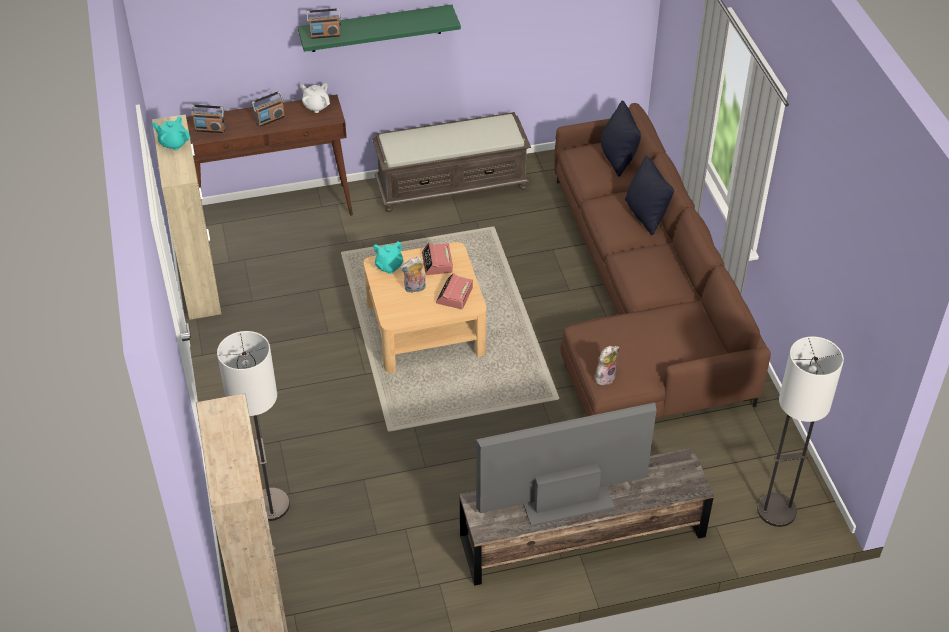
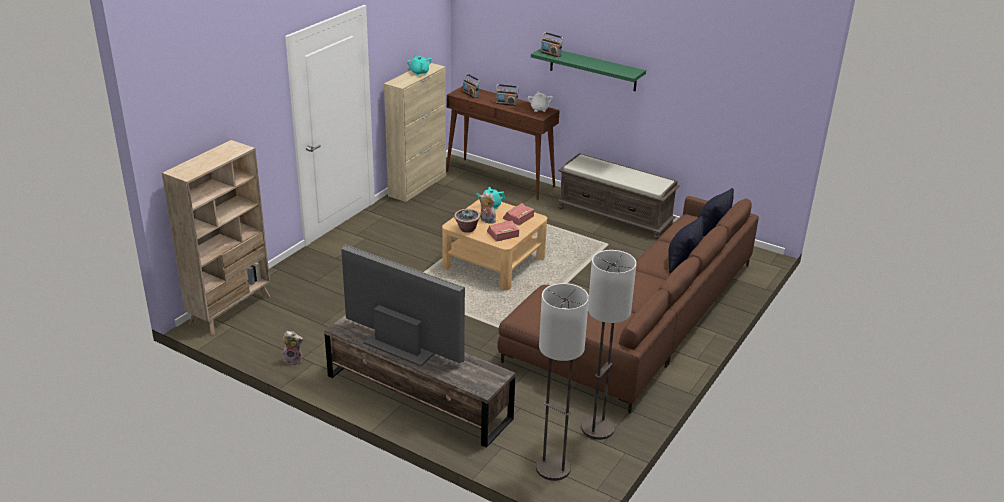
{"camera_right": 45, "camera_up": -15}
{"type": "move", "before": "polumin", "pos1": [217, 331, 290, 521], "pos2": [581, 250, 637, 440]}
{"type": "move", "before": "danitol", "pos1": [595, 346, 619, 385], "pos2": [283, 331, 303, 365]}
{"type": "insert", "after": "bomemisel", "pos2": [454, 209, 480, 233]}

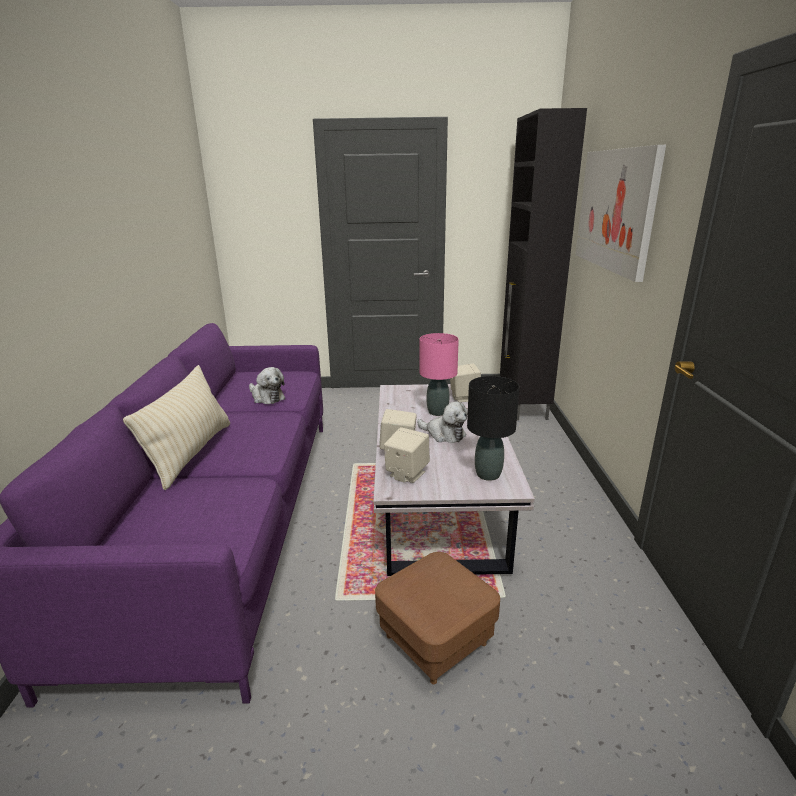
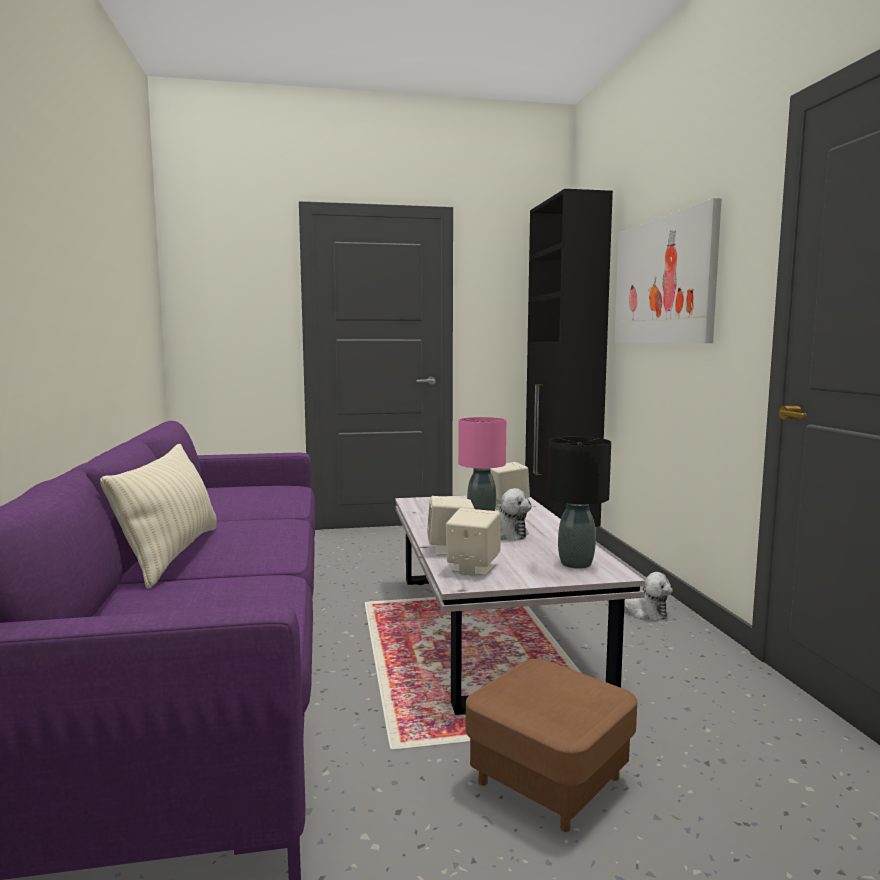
{"camera_right": -10, "camera_up": -15}
{"type": "move", "before": "danitol", "pos1": [249, 367, 285, 404], "pos2": [607, 572, 673, 620]}

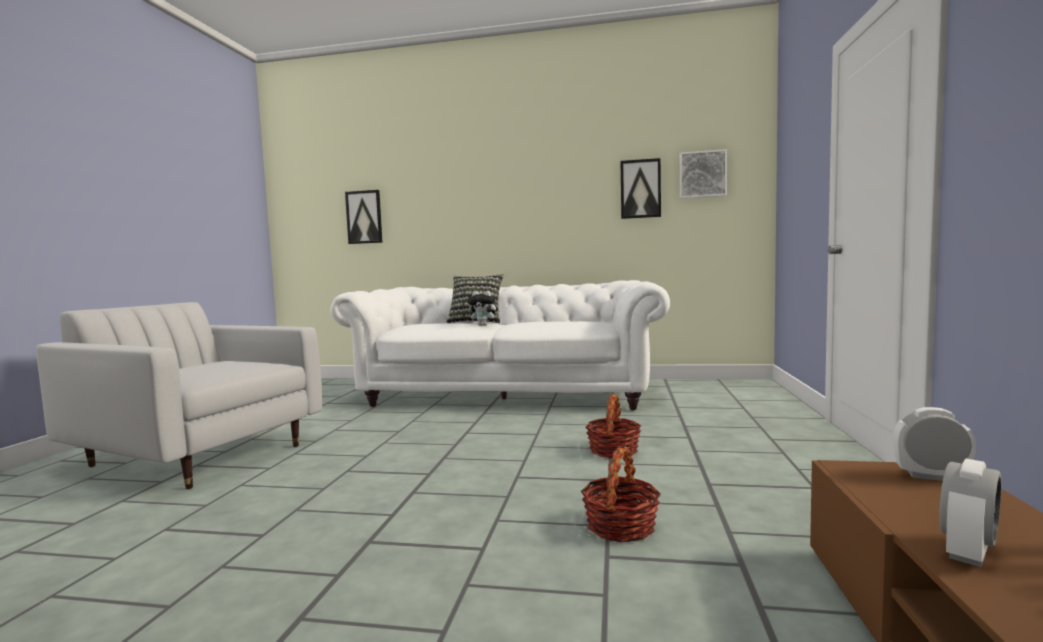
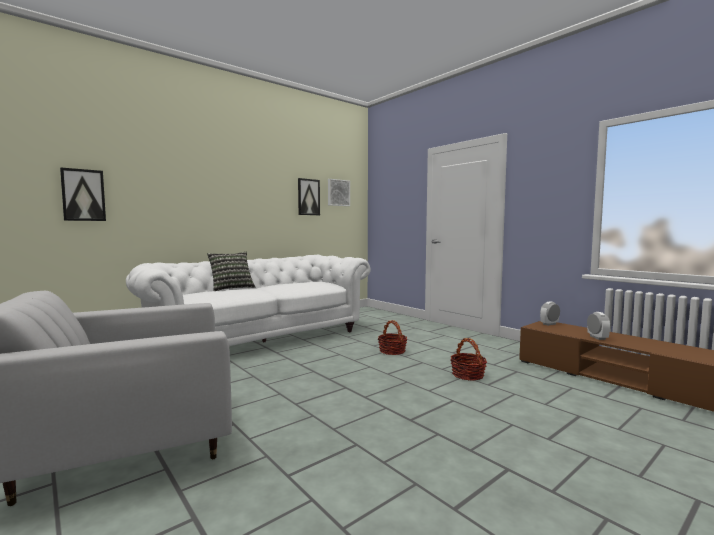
{"camera_right": -50, "camera_up": 0}
{"type": "delete", "before": "danitol", "pos1": [467, 291, 499, 326]}

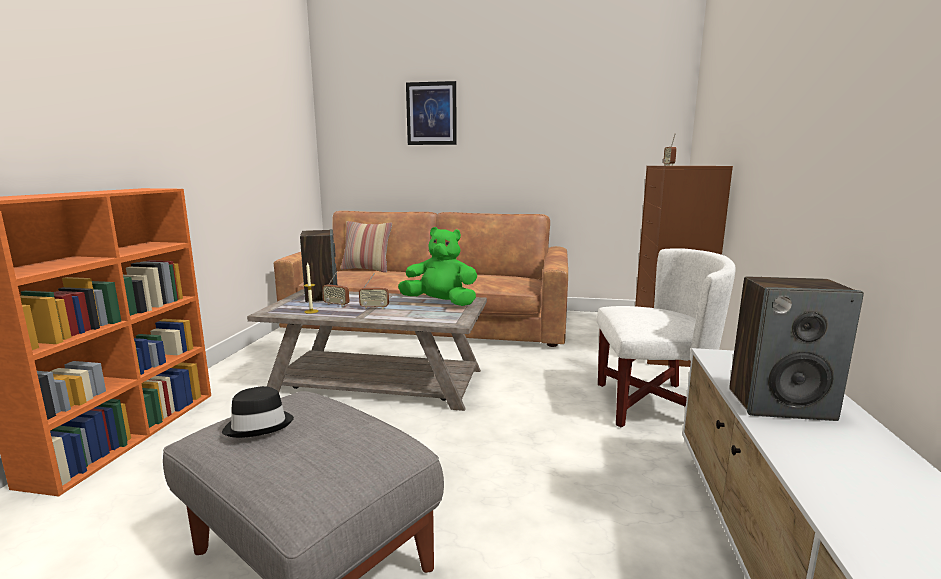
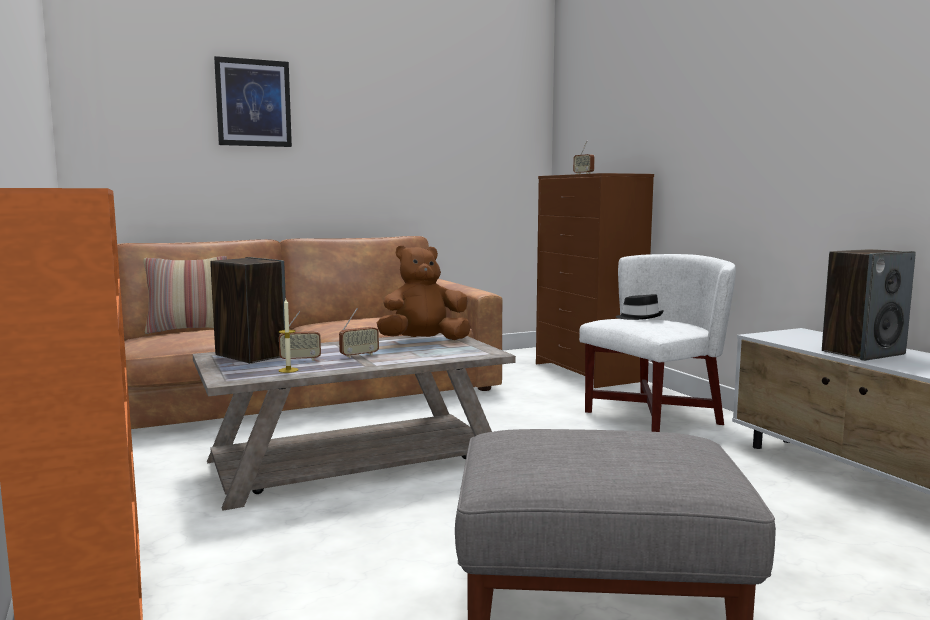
{"camera_right": -35, "camera_up": -5}
{"type": "move", "before": "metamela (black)", "pos1": [222, 386, 294, 438], "pos2": [616, 294, 664, 320]}
{"type": "recolor", "before": "danitol (green)", "after": "danitol (brown)", "pos1": [398, 227, 477, 306], "pos2": [377, 245, 471, 340]}

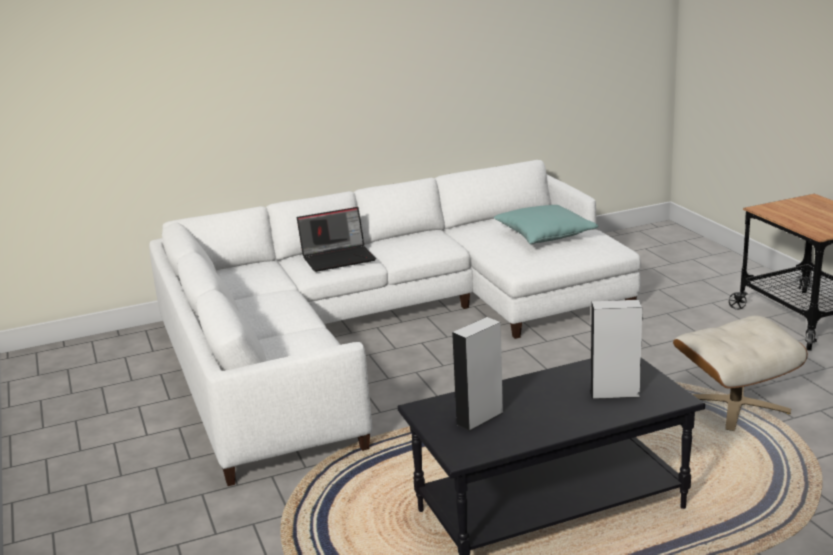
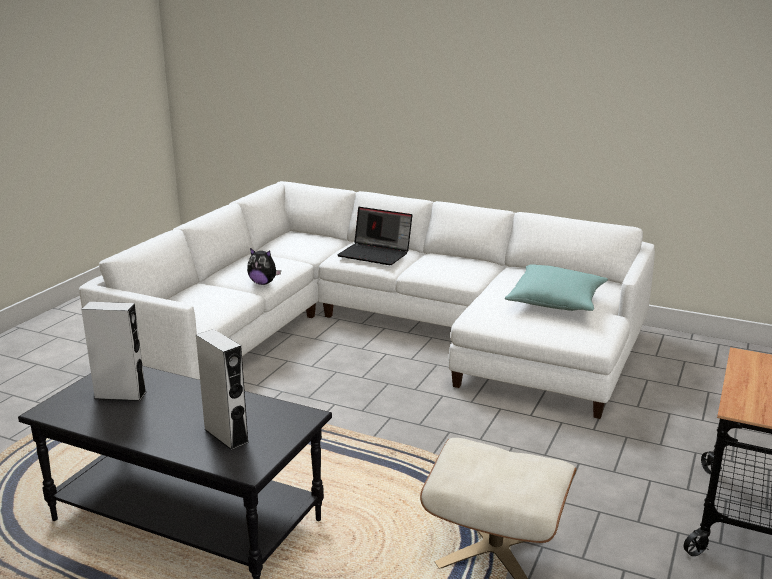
{"camera_right": 45, "camera_up": 0}
{"type": "insert", "after": "danitol", "pos2": [247, 248, 281, 285]}

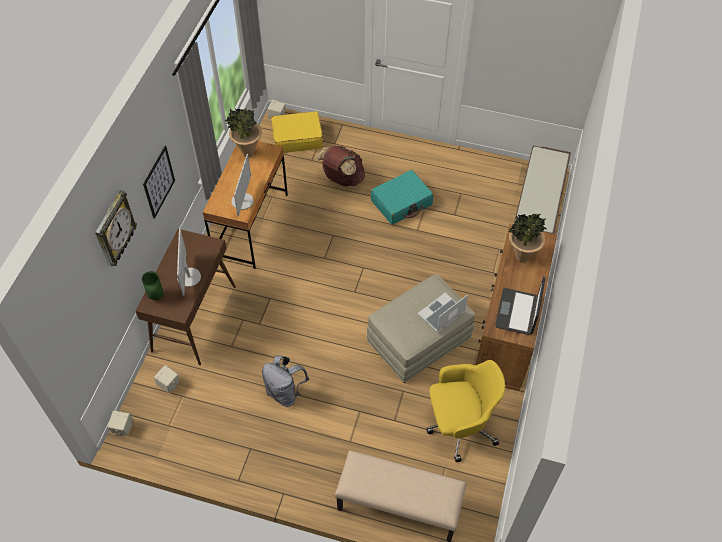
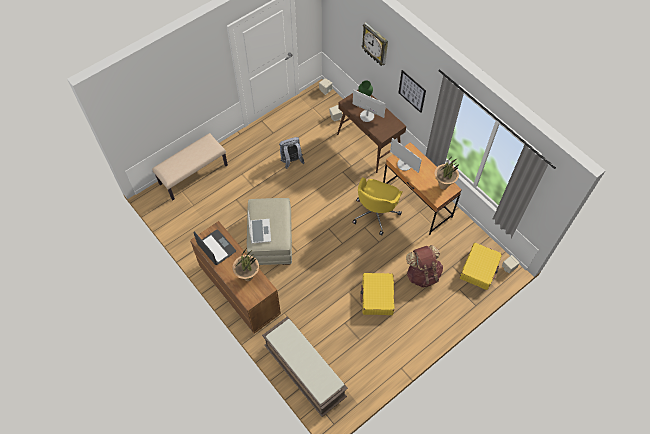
{"camera_right": 125, "camera_up": 5}
{"type": "recolor", "before": "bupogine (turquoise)", "after": "bupogine (yellow)", "pos1": [371, 170, 433, 225], "pos2": [360, 273, 394, 315]}
{"type": "move", "before": "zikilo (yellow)", "pos1": [427, 360, 505, 462], "pos2": [352, 177, 402, 235]}

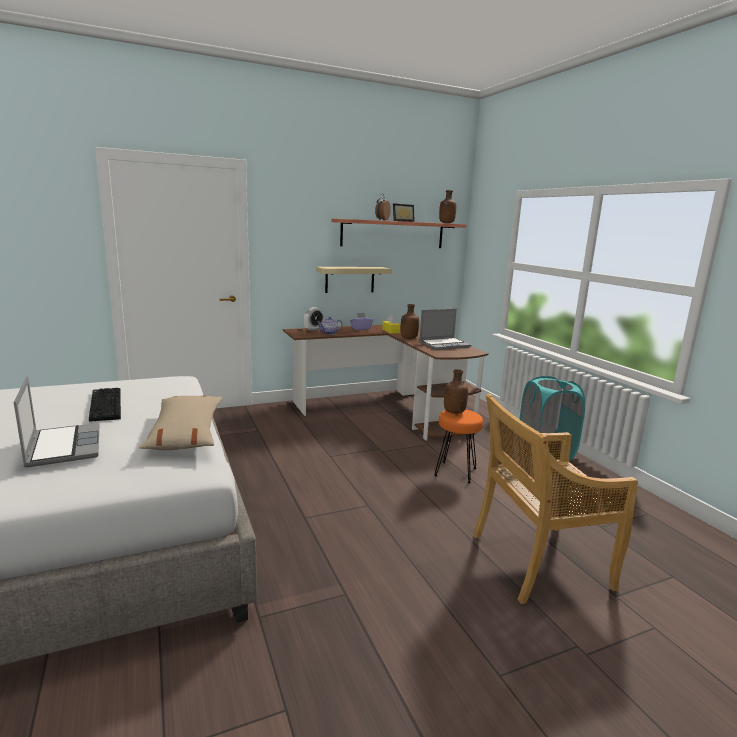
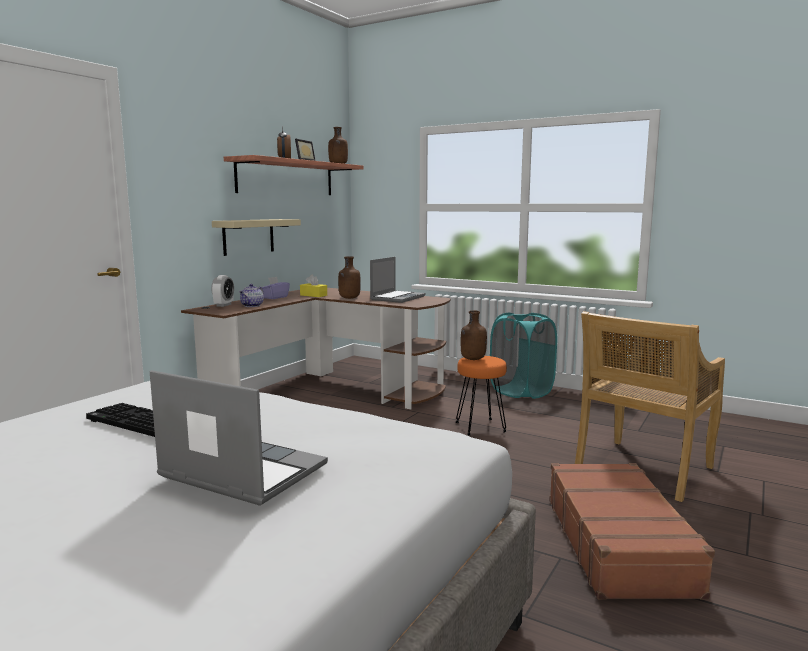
{"camera_right": -35, "camera_up": -5}
{"type": "delete", "before": "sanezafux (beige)", "pos1": [139, 396, 222, 450]}
{"type": "insert", "after": "bupogine (brown)", "pos2": [549, 463, 715, 600]}

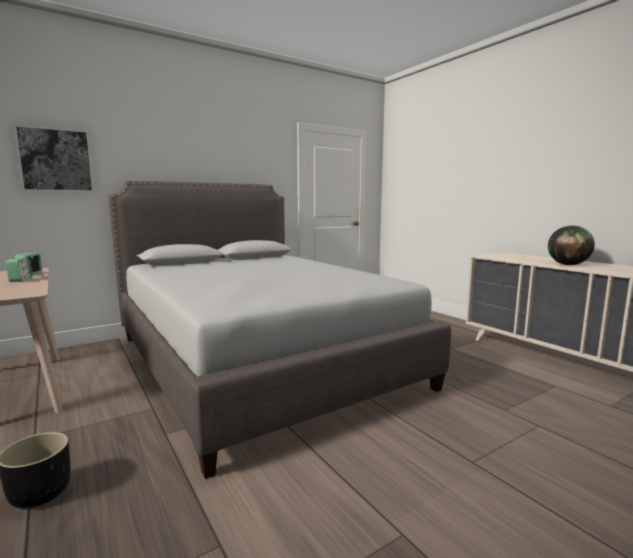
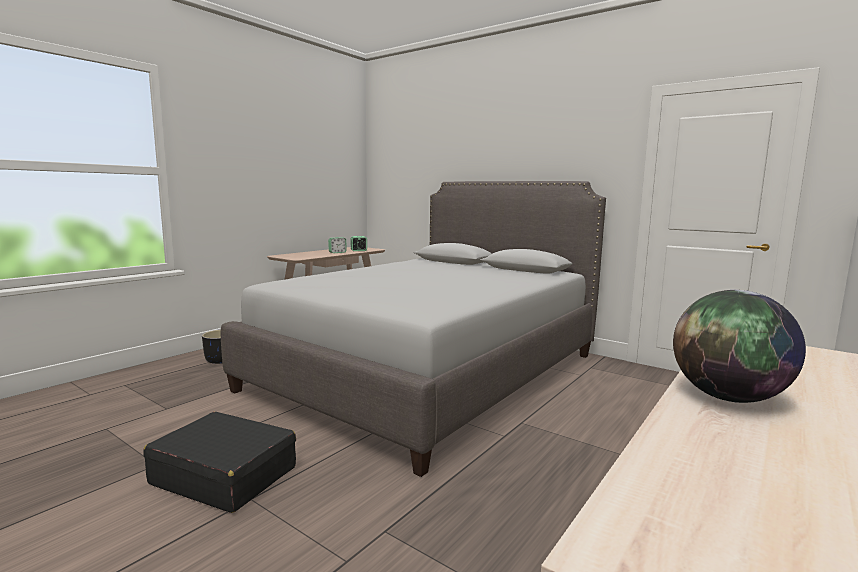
{"camera_right": 70, "camera_up": 0}
{"type": "delete", "before": "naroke", "pos1": [13, 124, 95, 192]}
{"type": "insert", "after": "bupogine (black)", "pos2": [144, 412, 296, 513]}

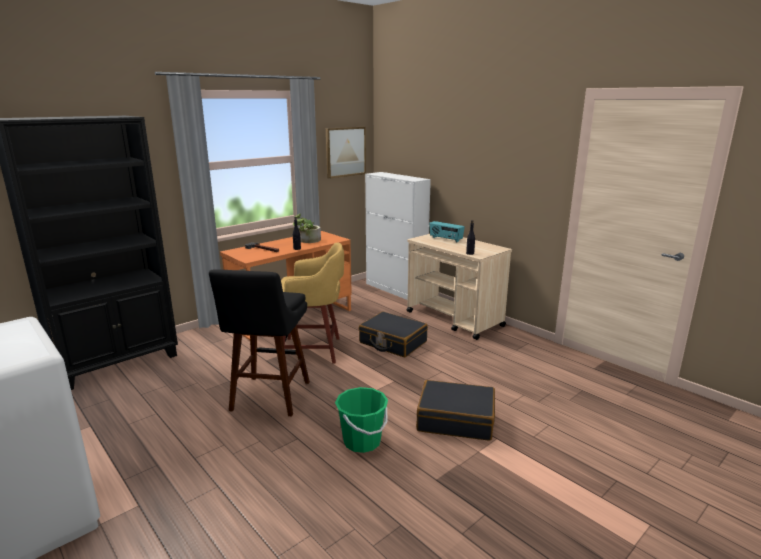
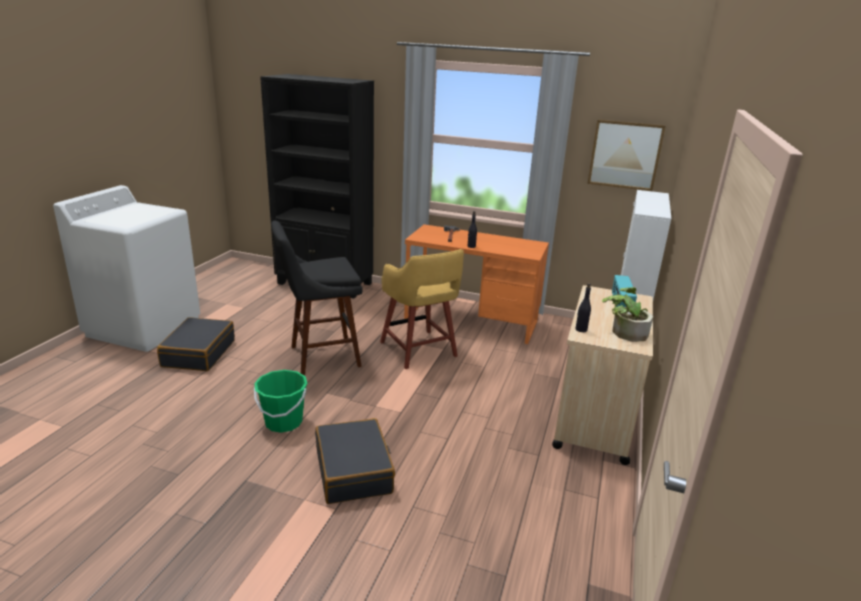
{"camera_right": 60, "camera_up": 5}
{"type": "move", "before": "bomemisel", "pos1": [292, 214, 321, 243], "pos2": [602, 287, 653, 342]}
{"type": "move", "before": "bupogine (black)", "pos1": [358, 311, 428, 357], "pos2": [157, 317, 235, 371]}

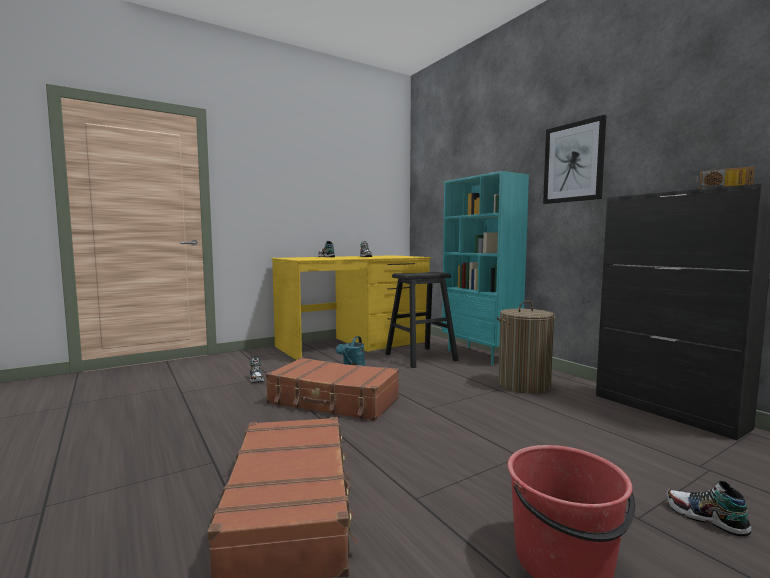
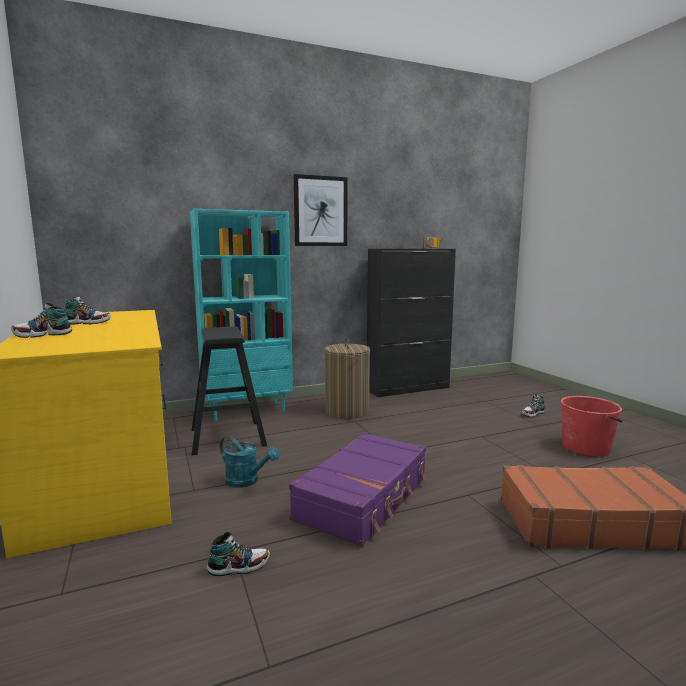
{"camera_right": -80, "camera_up": 5}
{"type": "recolor", "before": "bupogine (brown)", "after": "bupogine (purple)", "pos1": [266, 358, 399, 421], "pos2": [289, 433, 427, 547]}

